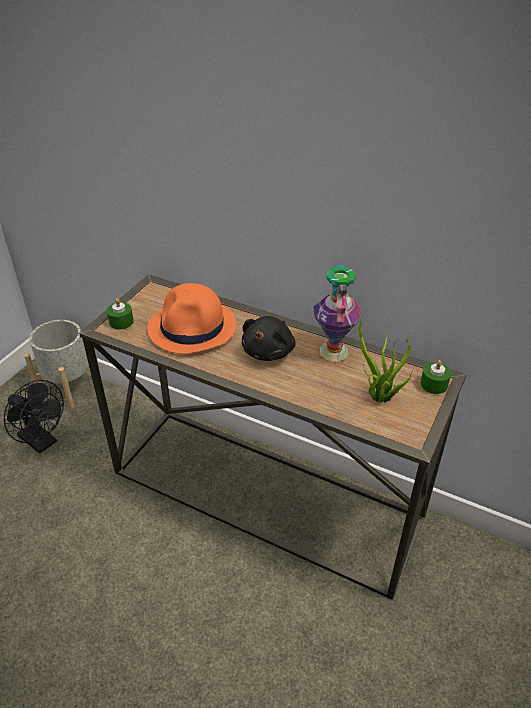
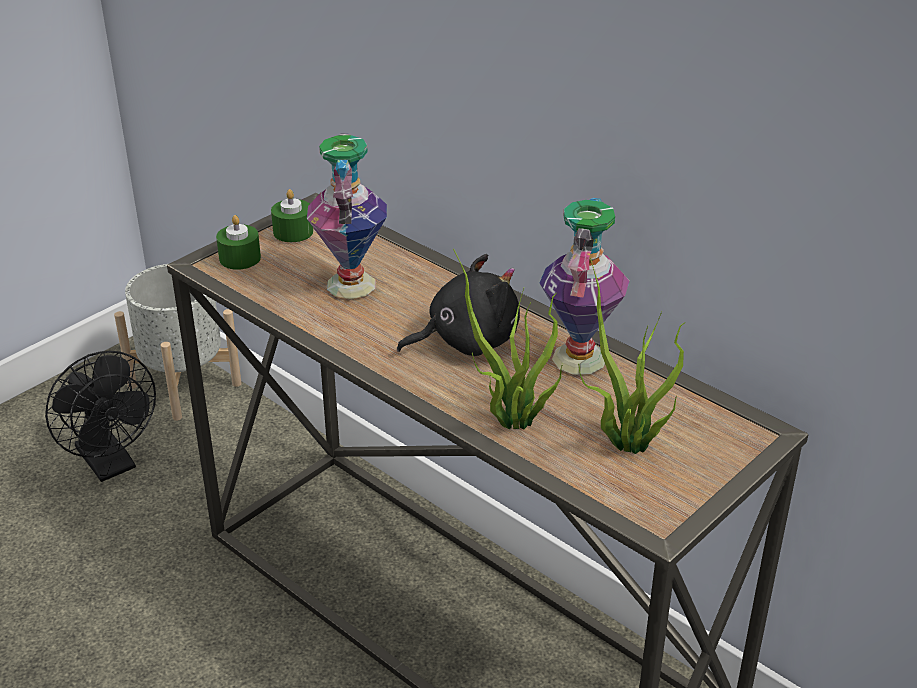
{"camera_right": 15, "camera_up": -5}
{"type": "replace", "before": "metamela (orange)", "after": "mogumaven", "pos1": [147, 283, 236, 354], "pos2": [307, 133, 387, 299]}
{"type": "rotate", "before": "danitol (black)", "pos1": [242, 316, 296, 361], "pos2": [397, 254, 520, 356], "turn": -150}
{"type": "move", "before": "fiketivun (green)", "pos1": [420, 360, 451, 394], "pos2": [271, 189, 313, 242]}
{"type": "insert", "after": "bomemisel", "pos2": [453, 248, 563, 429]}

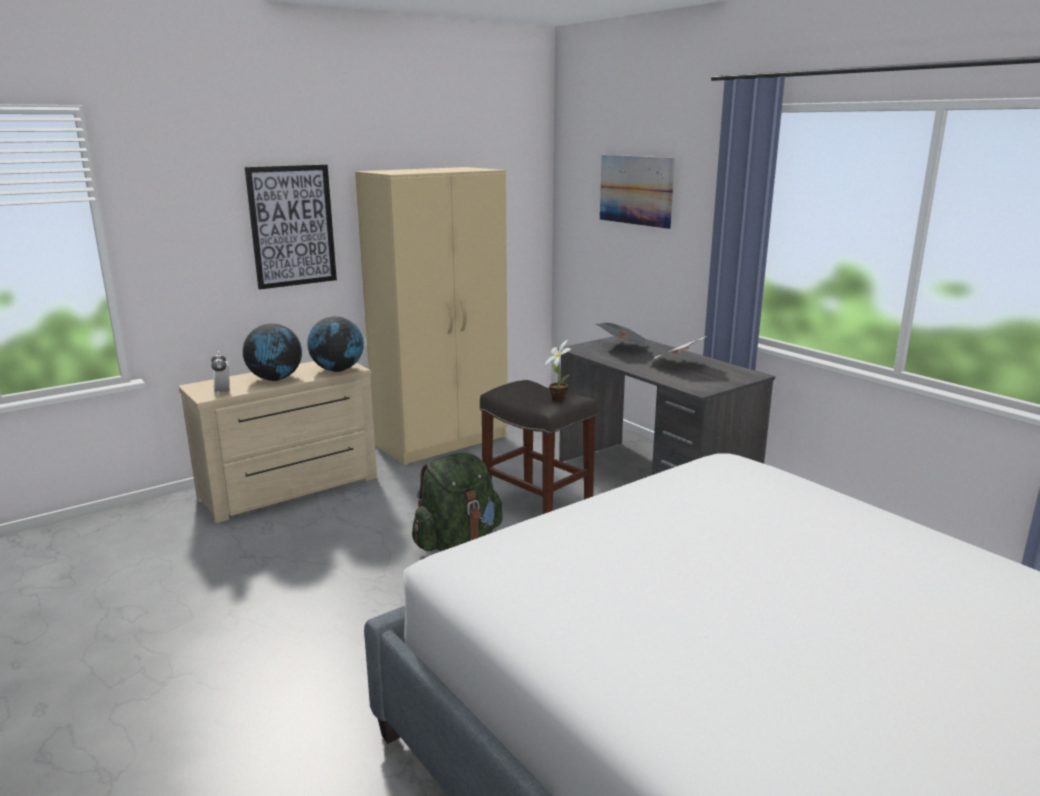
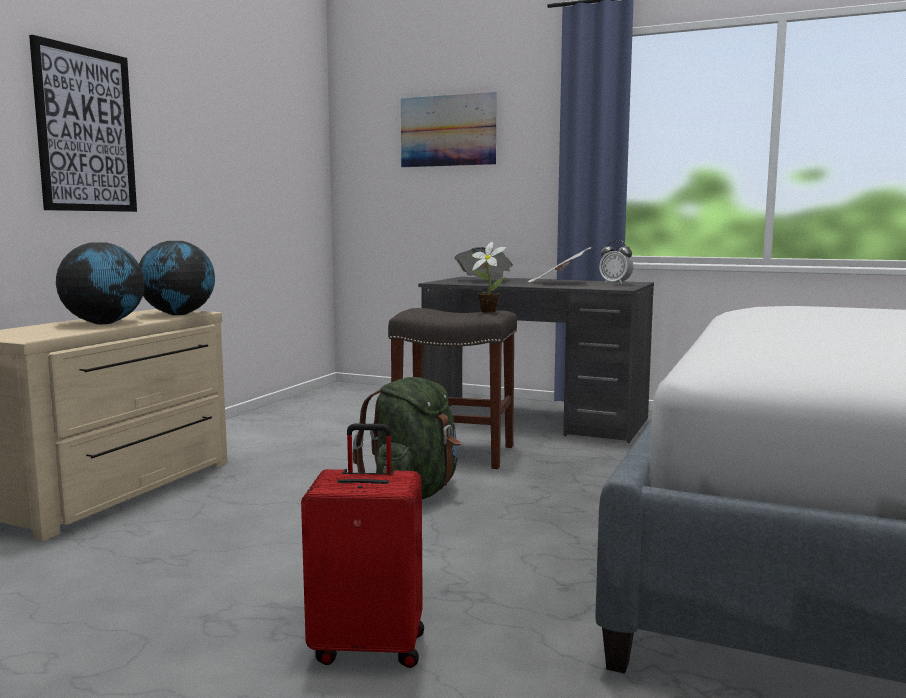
{"camera_right": -30, "camera_up": -10}
{"type": "move", "before": "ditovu", "pos1": [211, 350, 230, 396], "pos2": [599, 240, 634, 285]}
{"type": "delete", "before": "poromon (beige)", "pos1": [355, 167, 508, 465]}
{"type": "insert", "after": "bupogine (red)", "pos2": [301, 424, 424, 668]}

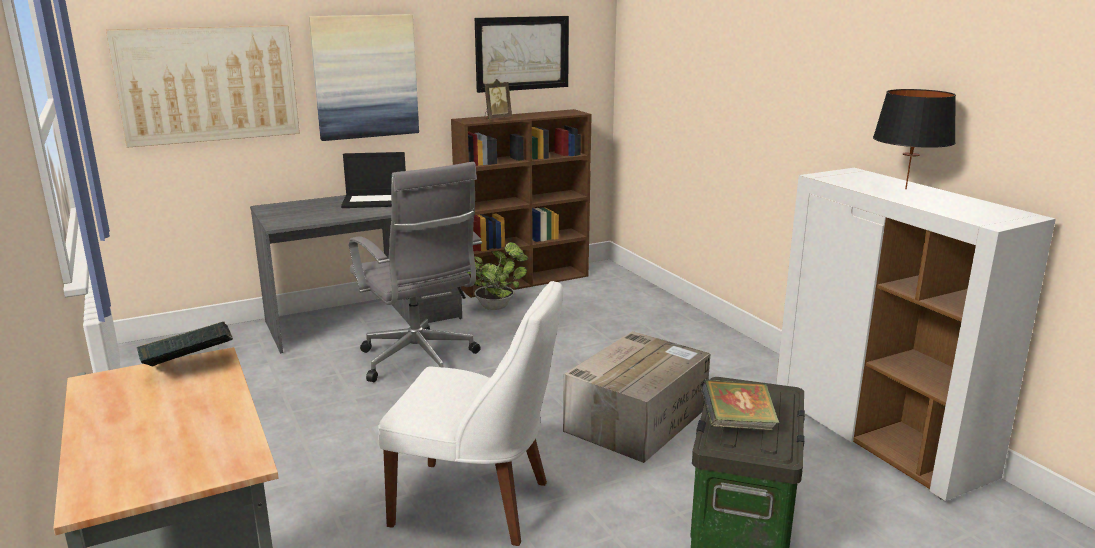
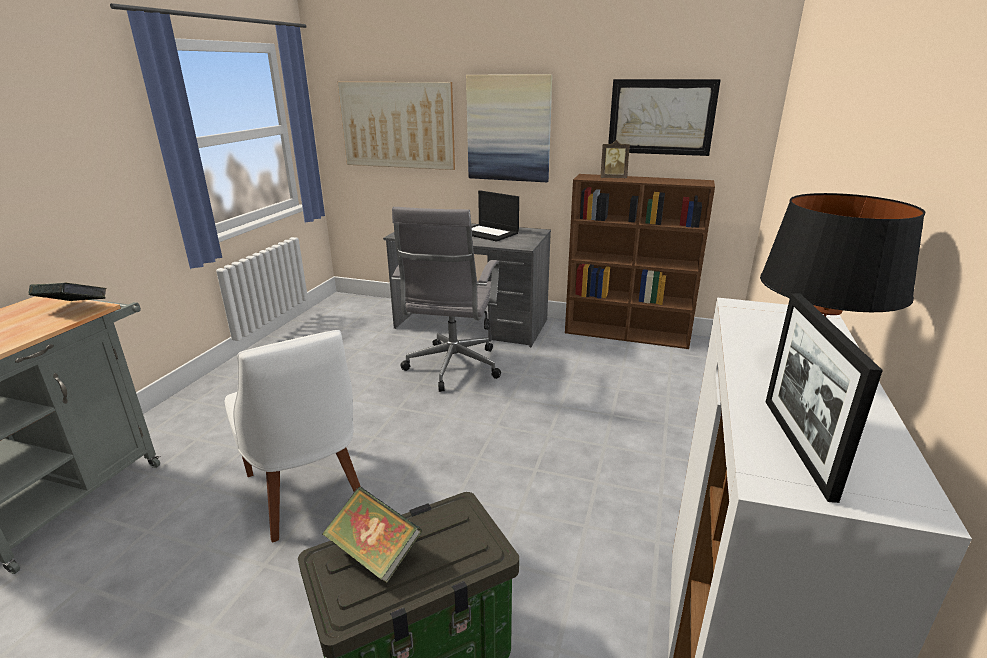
{"camera_right": 45, "camera_up": 5}
{"type": "delete", "before": "bomemisel", "pos1": [467, 242, 529, 310]}
{"type": "delete", "before": "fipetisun", "pos1": [563, 331, 711, 463]}
{"type": "insert", "after": "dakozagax", "pos2": [766, 293, 883, 503]}

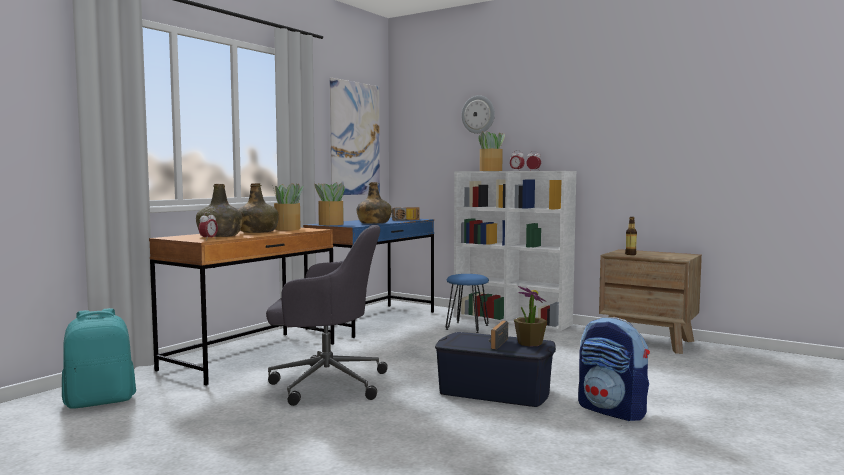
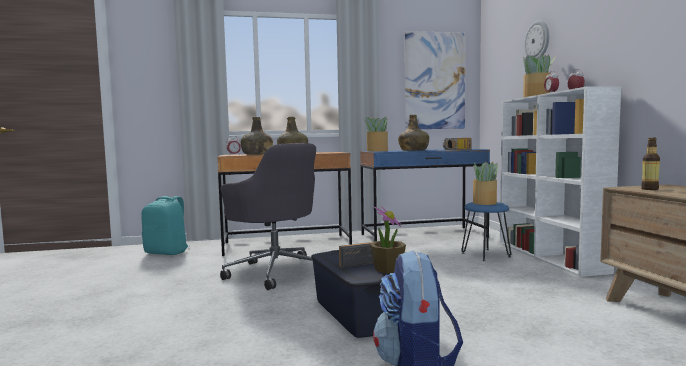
{"camera_right": 45, "camera_up": 0}
{"type": "move", "before": "bomemisel", "pos1": [272, 183, 304, 230], "pos2": [473, 162, 499, 205]}

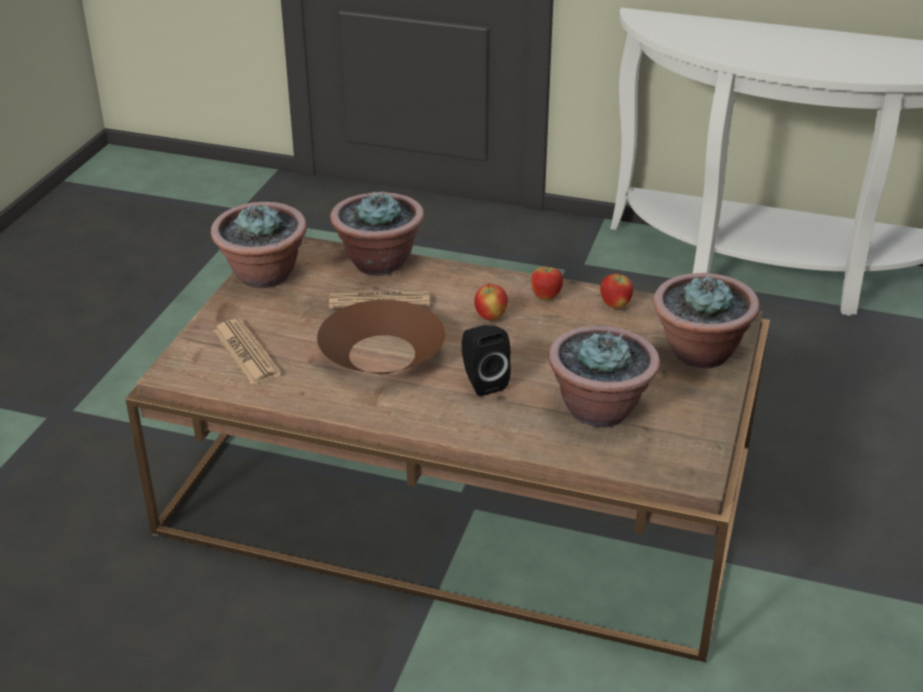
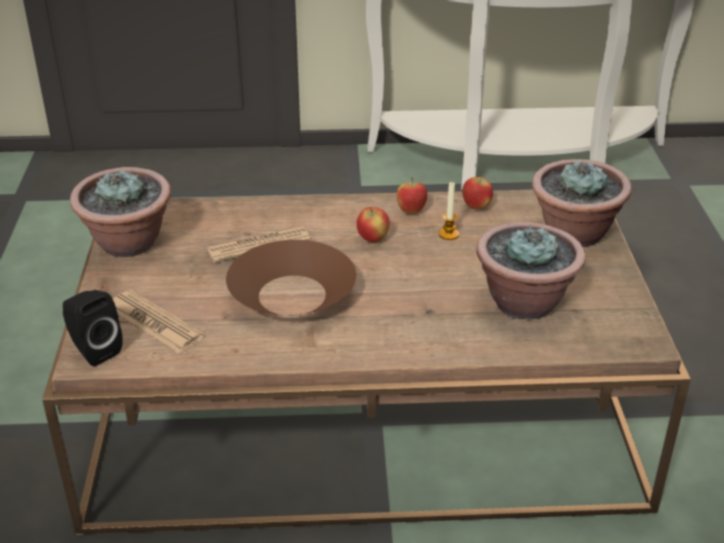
{"camera_right": -20, "camera_up": 0}
{"type": "delete", "before": "bomemisel", "pos1": [330, 191, 424, 276]}
{"type": "move", "before": "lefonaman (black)", "pos1": [462, 325, 511, 396], "pos2": [63, 290, 123, 366]}
{"type": "insert", "after": "fiketivun", "pos2": [439, 182, 459, 240]}

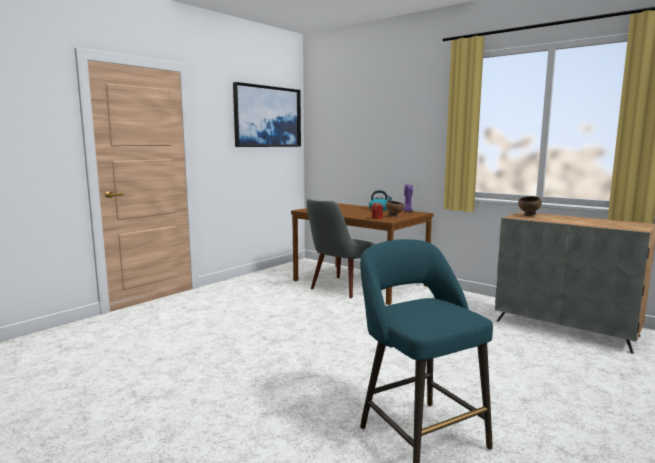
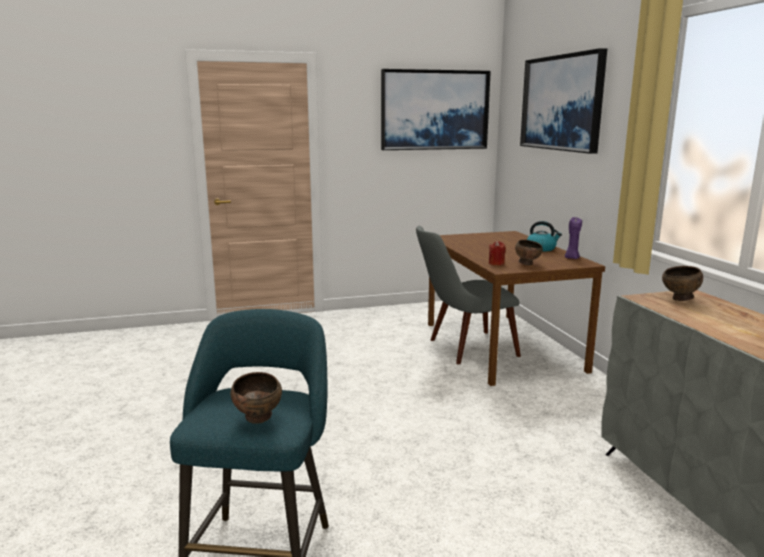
{"camera_right": 35, "camera_up": 5}
{"type": "insert", "after": "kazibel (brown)", "pos2": [230, 372, 282, 424]}
{"type": "insert", "after": "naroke", "pos2": [520, 48, 607, 154]}

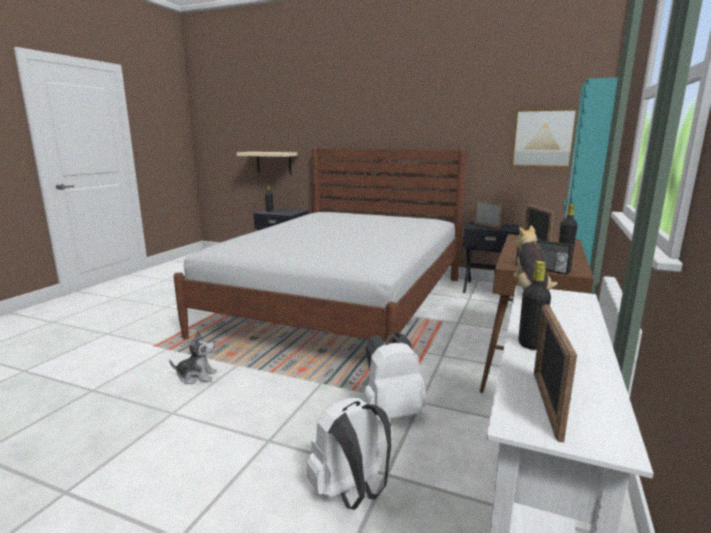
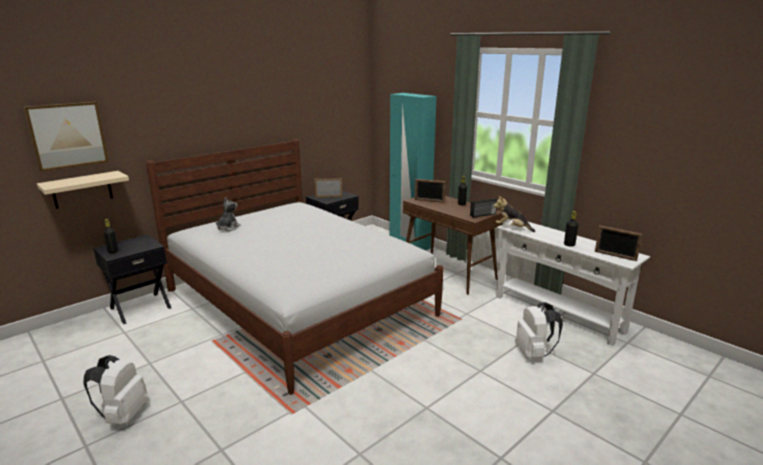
{"camera_right": -65, "camera_up": 5}
{"type": "move", "before": "danitol", "pos1": [169, 331, 216, 384], "pos2": [216, 197, 241, 231]}
{"type": "move", "before": "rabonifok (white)", "pos1": [364, 333, 426, 421], "pos2": [83, 355, 148, 425]}
{"type": "move", "before": "naroke", "pos1": [511, 108, 578, 168], "pos2": [24, 102, 109, 172]}

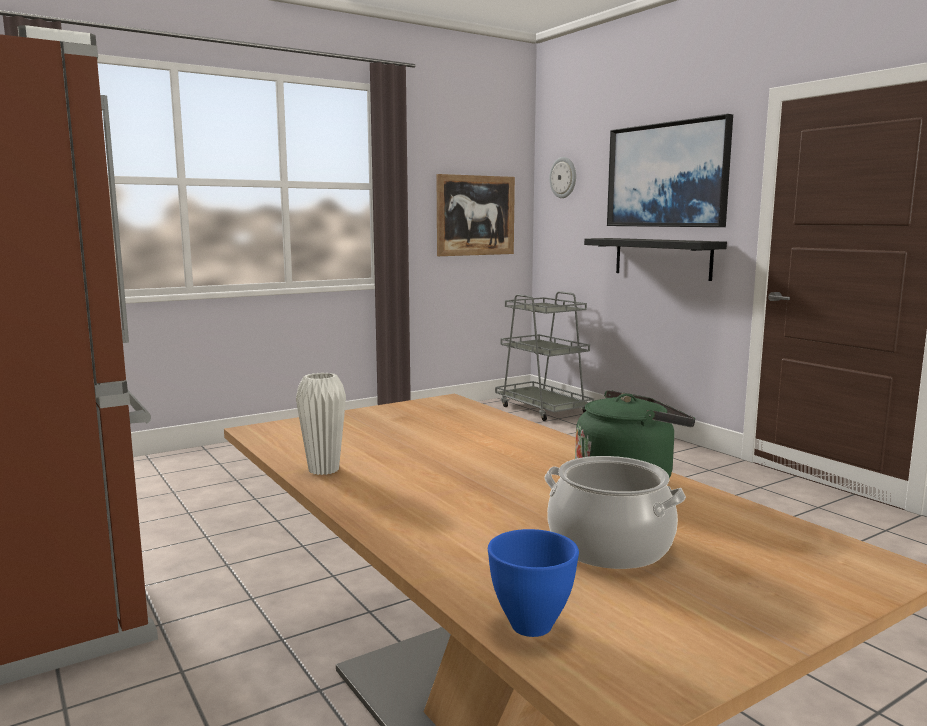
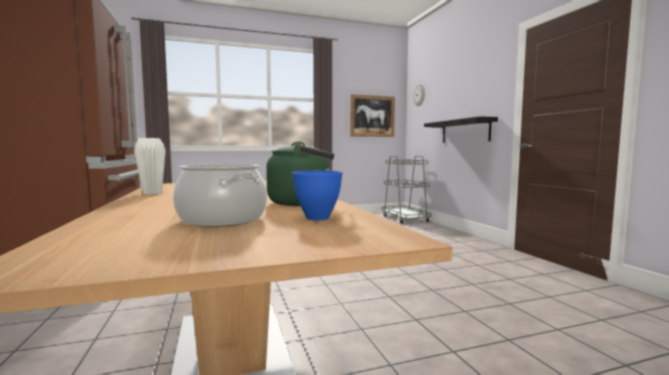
{"camera_right": 15, "camera_up": -5}
{"type": "move", "before": "kazibel (blue)", "pos1": [488, 529, 579, 637], "pos2": [293, 171, 342, 221]}
{"type": "delete", "before": "naroke", "pos1": [607, 114, 733, 227]}

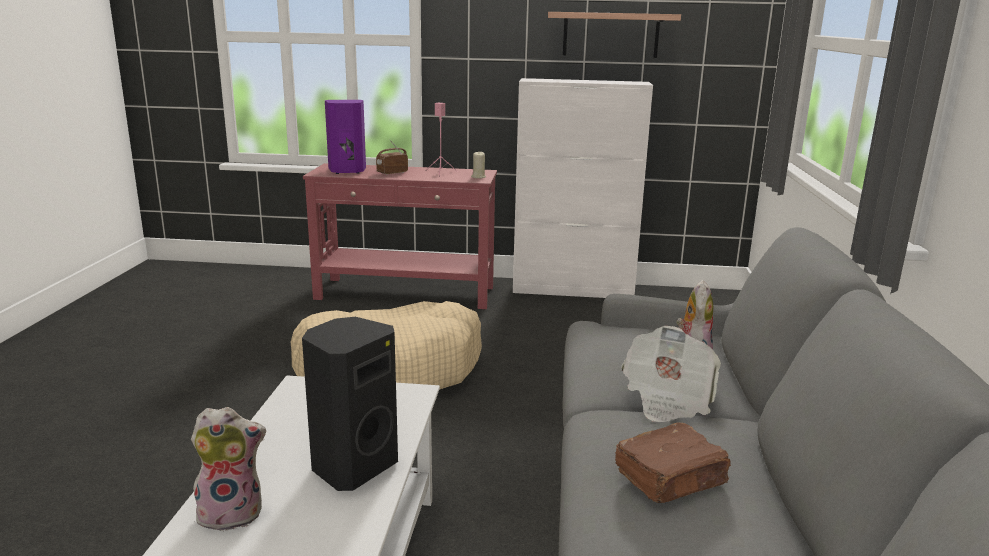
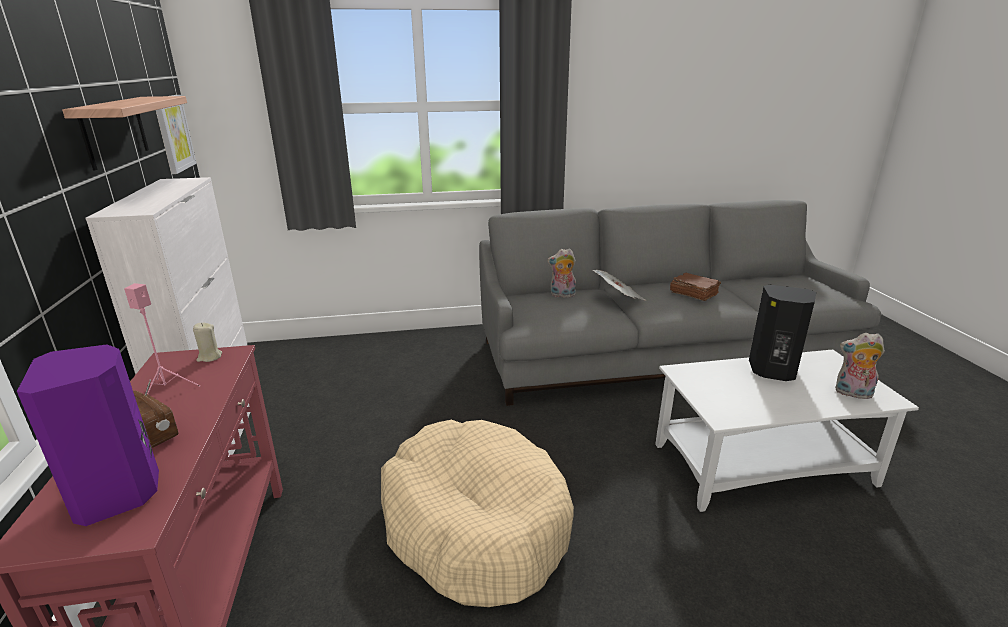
{"camera_right": -105, "camera_up": 5}
{"type": "rotate", "before": "danitol", "pos1": [191, 407, 266, 531], "pos2": [835, 333, 885, 399], "turn": -45}
{"type": "insert", "after": "naroke", "pos2": [156, 95, 197, 174]}

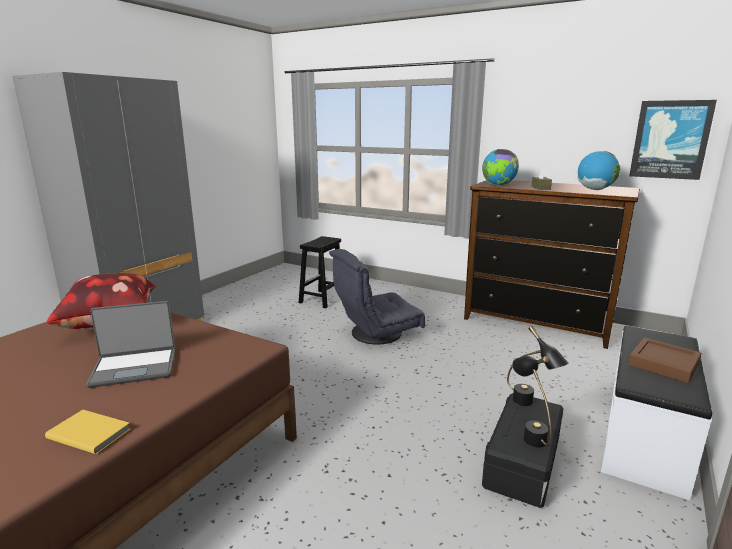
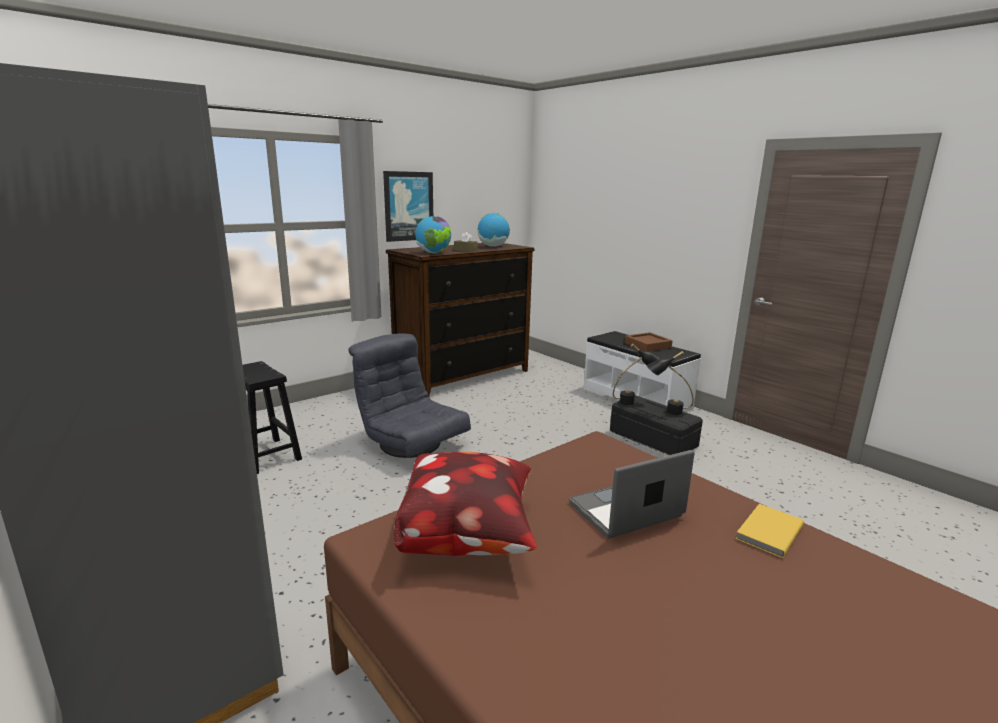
{"camera_right": -70, "camera_up": 0}
{"type": "rotate", "before": "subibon", "pos1": [86, 301, 175, 388], "pos2": [569, 450, 694, 539], "turn": -120}
{"type": "rotate", "before": "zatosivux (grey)", "pos1": [329, 249, 425, 345], "pos2": [348, 333, 471, 458], "turn": 135}
{"type": "move", "before": "naroke", "pos1": [629, 100, 717, 180], "pos2": [383, 171, 433, 242]}

